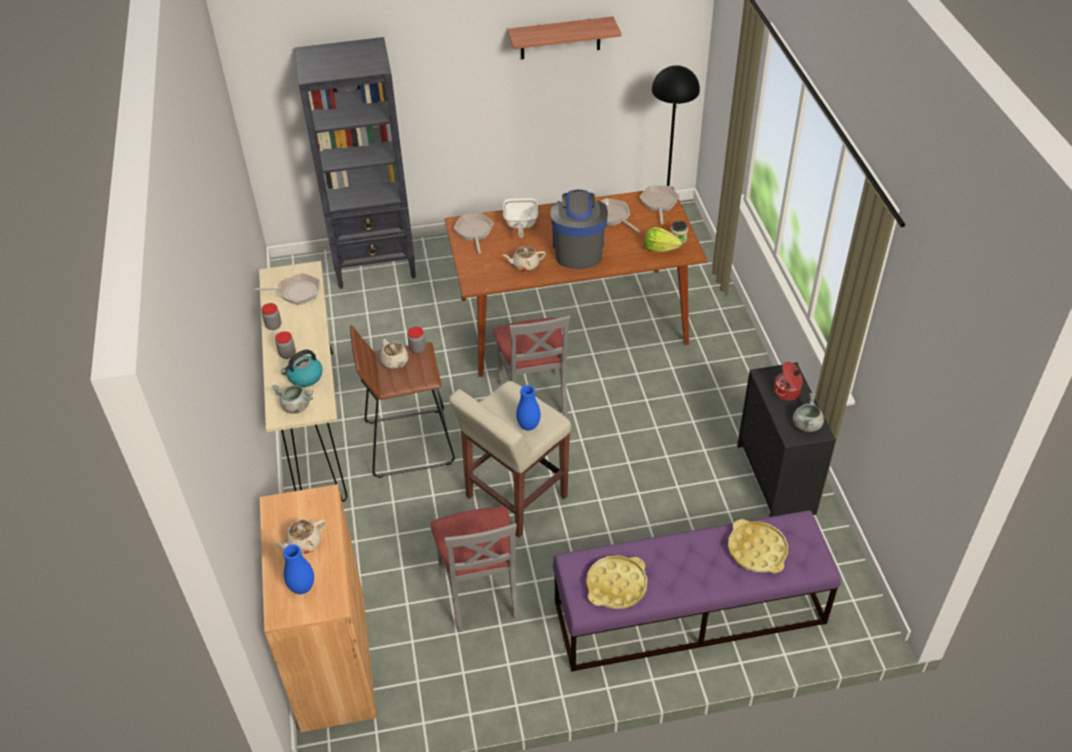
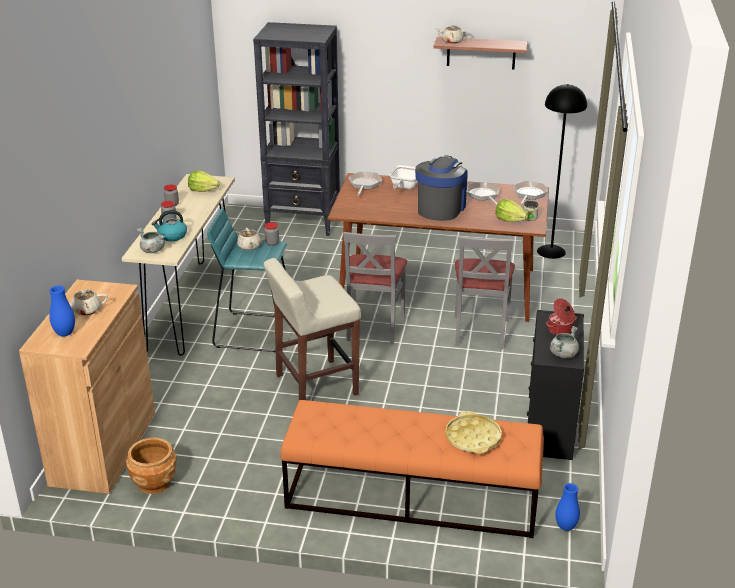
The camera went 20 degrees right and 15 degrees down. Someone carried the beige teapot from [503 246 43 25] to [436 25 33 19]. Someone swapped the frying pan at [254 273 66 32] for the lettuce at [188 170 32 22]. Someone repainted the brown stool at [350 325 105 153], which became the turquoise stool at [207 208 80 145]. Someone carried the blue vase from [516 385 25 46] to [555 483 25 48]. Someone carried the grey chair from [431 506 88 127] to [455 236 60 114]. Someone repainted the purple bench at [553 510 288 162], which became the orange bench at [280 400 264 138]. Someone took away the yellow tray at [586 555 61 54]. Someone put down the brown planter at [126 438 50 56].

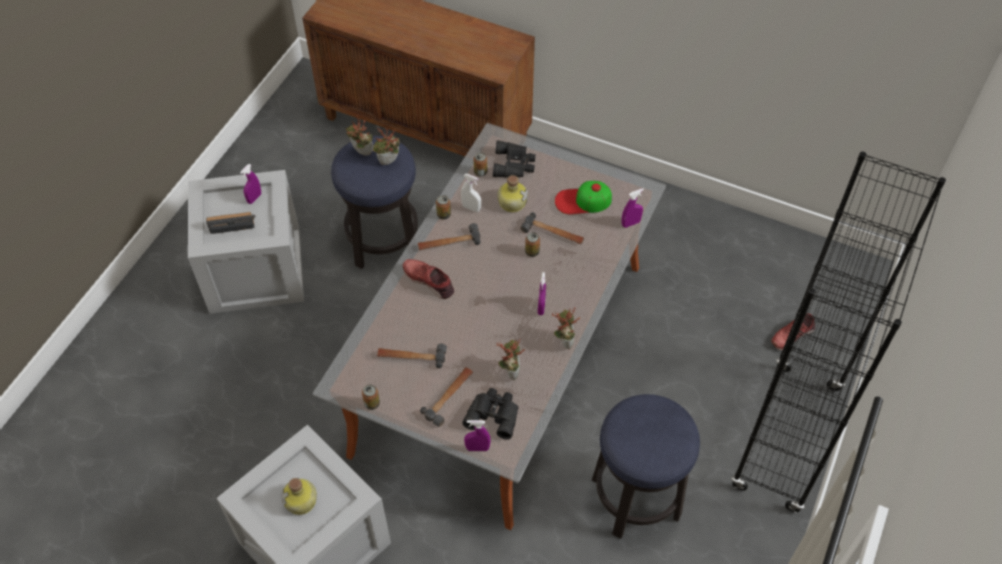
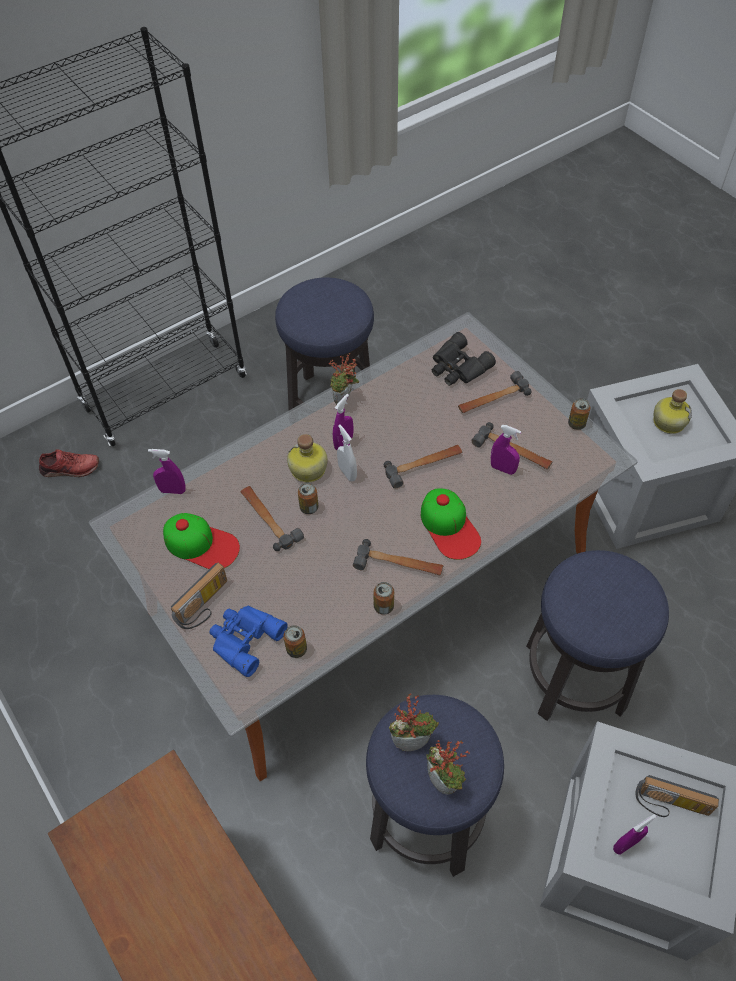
The camera went 150 degrees left and 0 degrees up. Someone repainted the black binoculars at [493 140 43 38], which became the blue binoculars at [209 606 79 71]. Someone carried the white spray bottle from [461 174 20 38] to [337 424 20 57]. Someone carried the bottle from [497 175 31 37] to [287 434 41 48]. Someone swapped the red shoe at [403 259 51 40] for the cap at [421 488 60 72]. Someone took away the potted plant at [496 339 29 41]. Someone carried the purple spray bottle from [464 420 26 31] to [491 425 30 50]. Someone put down the hammer at [384 445 78 43]. Someone put down the stool at [526 550 143 171]. Someone put down the radio at [171 563 56 66].

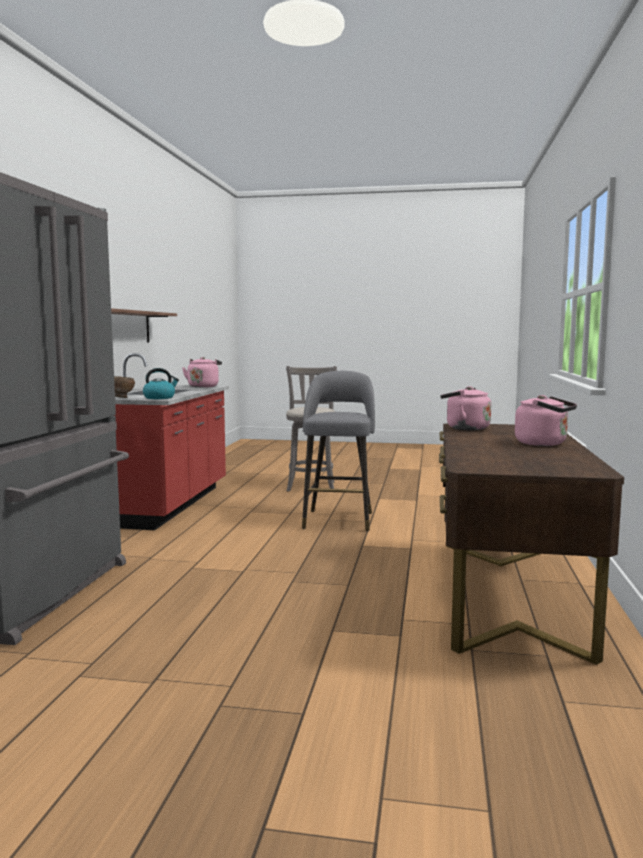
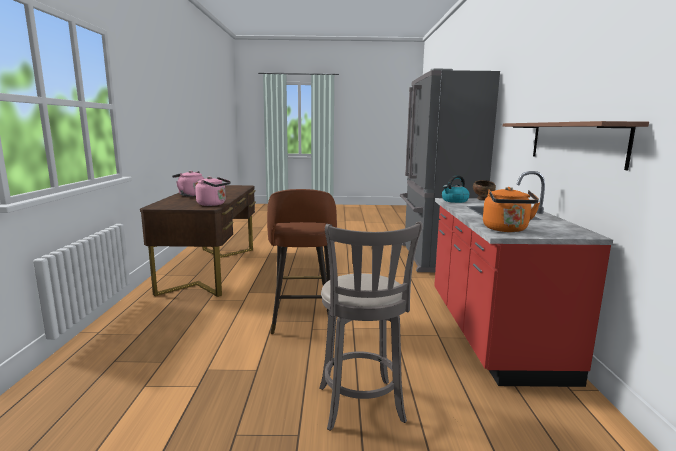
The camera went 170 degrees right and 5 degrees up. Someone repainted the pink kettle at [182 357 40 31], which became the orange kettle at [483 187 57 45]. Someone repainted the grey stool at [302 371 73 160], which became the brown stool at [267 189 70 145].

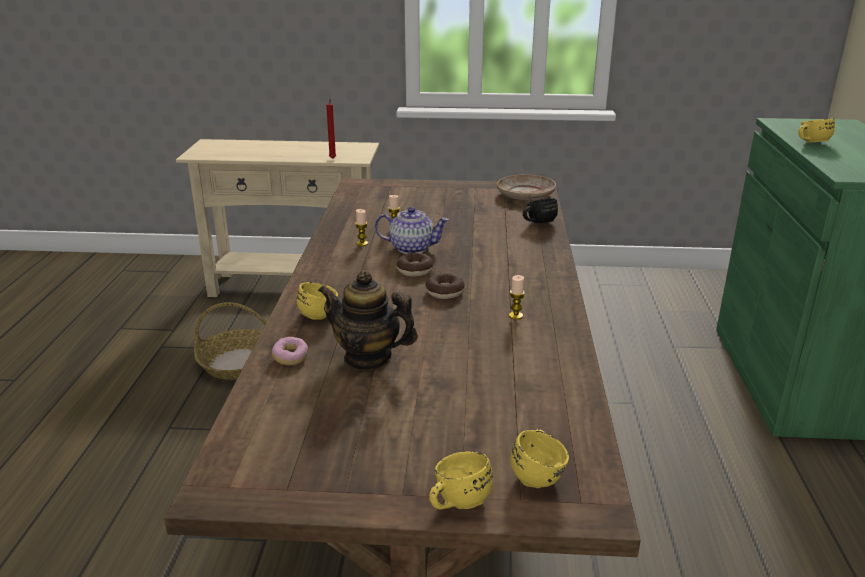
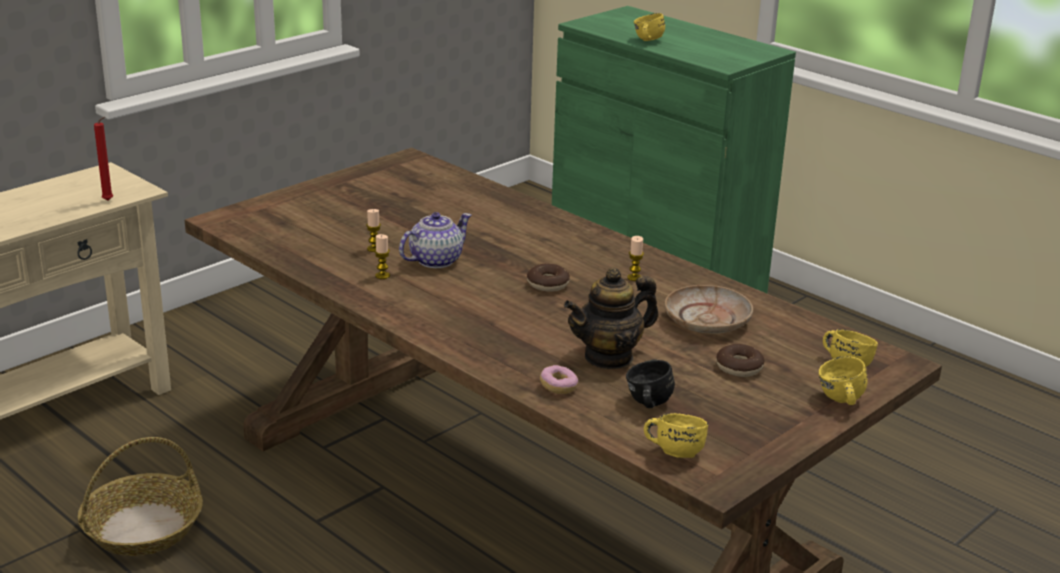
The camera went 50 degrees left and 0 degrees up. Someone carried the beige plate from [497 175 59 25] to [665 285 88 49]. Someone carried the black mug from [523 198 35 25] to [626 360 49 48]. Someone carried the donut from [396 253 37 24] to [716 344 49 33]. Someone carried the yellow mug from [297 282 41 38] to [644 413 64 45].

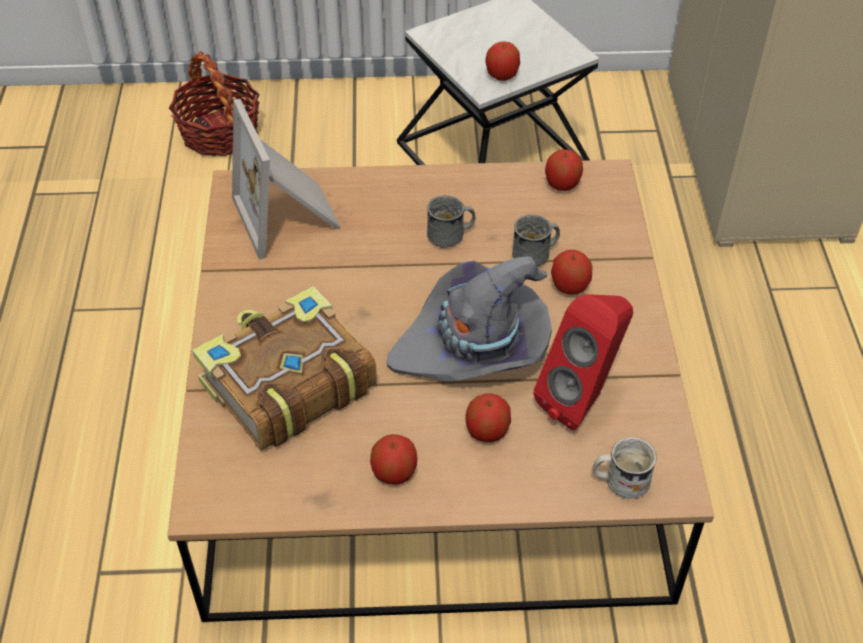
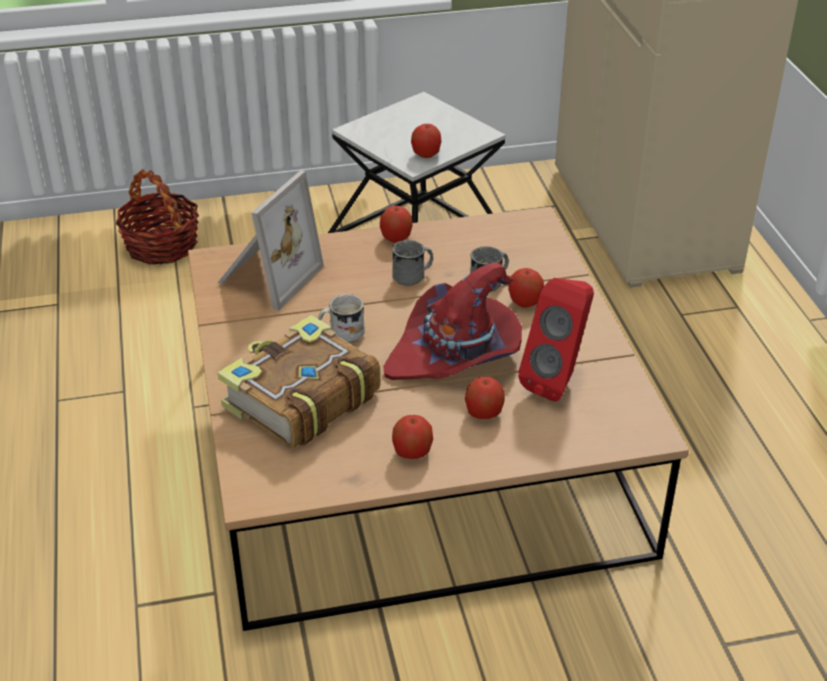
The camera went 10 degrees left and 10 degrees down. Someone rotated the picture frame at [232 99 109 161] by 120 degrees counterclockwise. Someone carried the apple from [545 149 38 42] to [380 206 33 37]. Someone repainted the grey hat at [386 256 166 126], which became the red hat at [383 262 139 118]. Someone carried the white mug from [592 437 64 62] to [318 294 47 49].

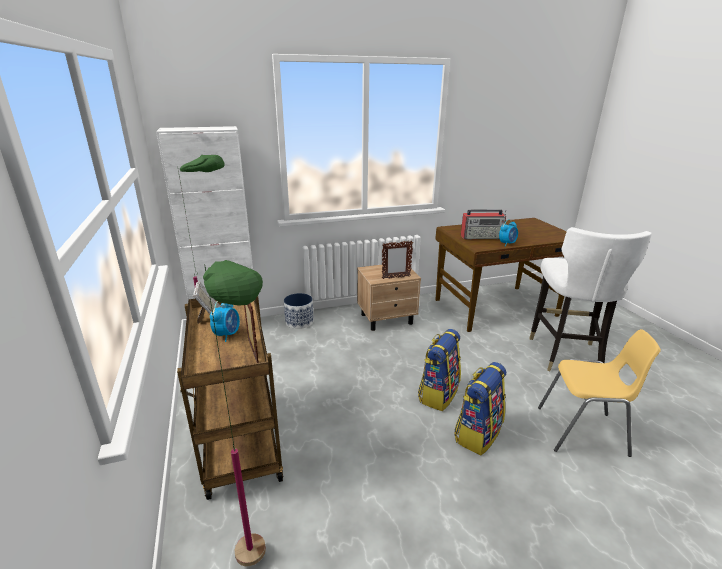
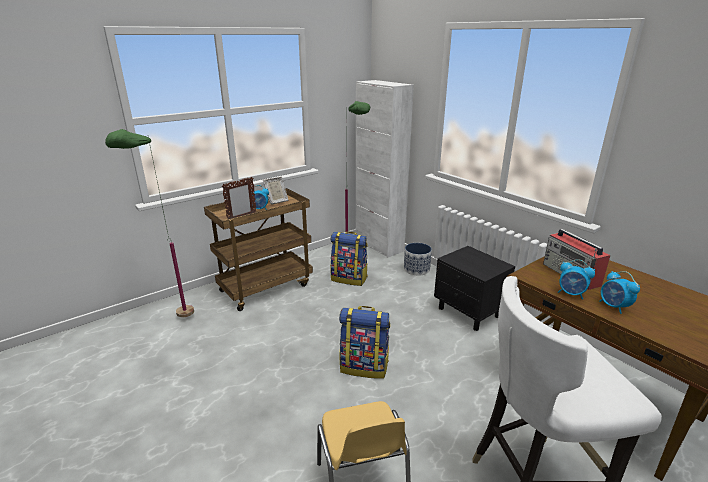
The camera went 70 degrees right and 0 degrees up. Someone took away the picture frame at [382 241 31 38]. Someone repainted the beige nightstand at [357 265 64 66], which became the black nightstand at [434 246 81 85]. Someone carried the backpack from [454 362 52 93] to [330 231 38 55]. Someone put down the alarm clock at [600 271 40 43].

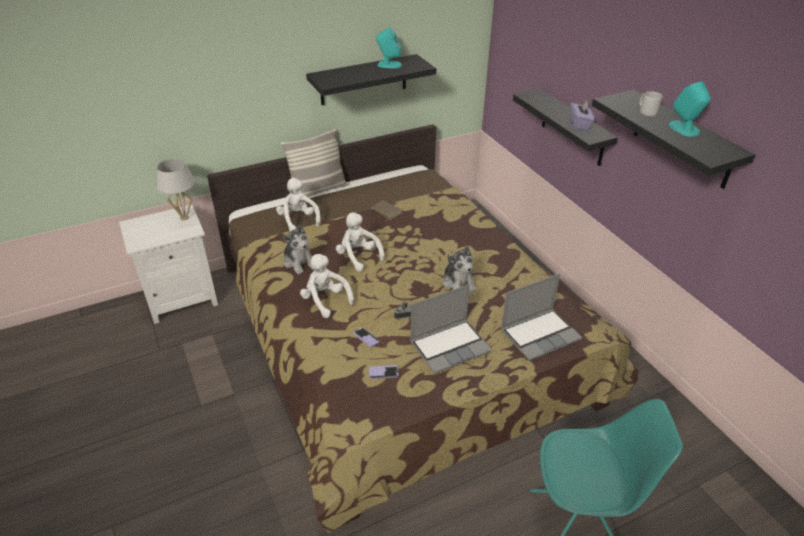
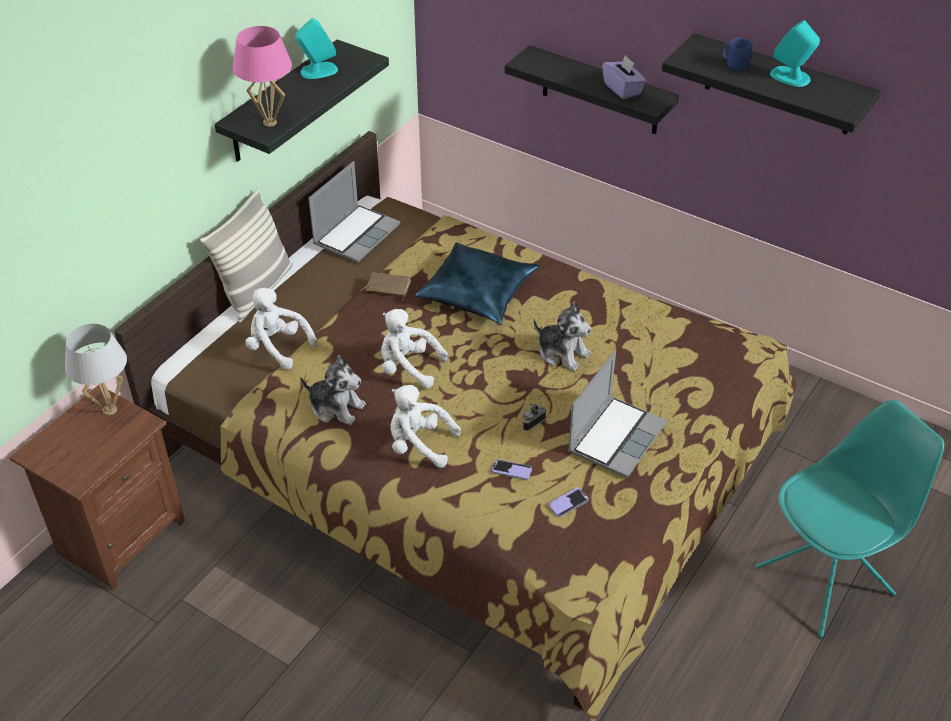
The camera went 30 degrees left and 5 degrees up. Someone repainted the grey mug at [640 91 23 25], which became the blue mug at [723 38 30 32]. Someone repainted the white nightstand at [119 205 99 119], which became the brown nightstand at [9 385 176 206]. Someone carried the laptop from [501 274 81 87] to [308 161 92 101]. Someone put down the pink table lamp at [232 26 60 101]. Someone put down the blue pillow at [415 243 125 81].

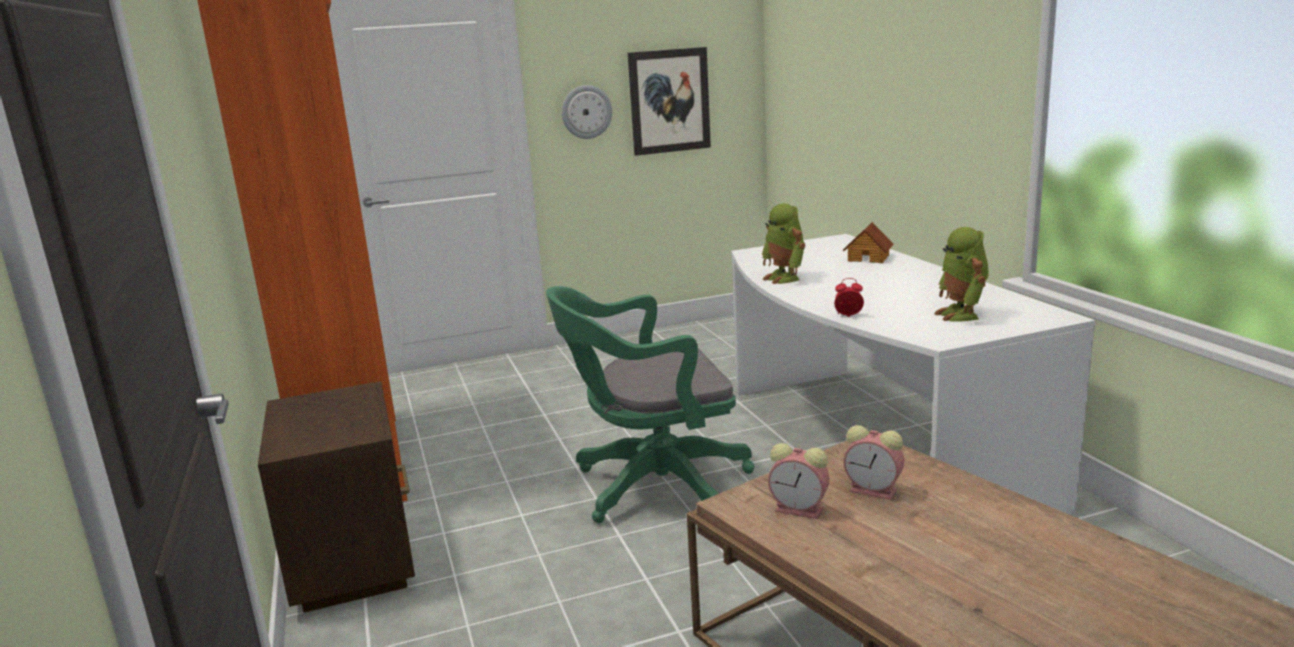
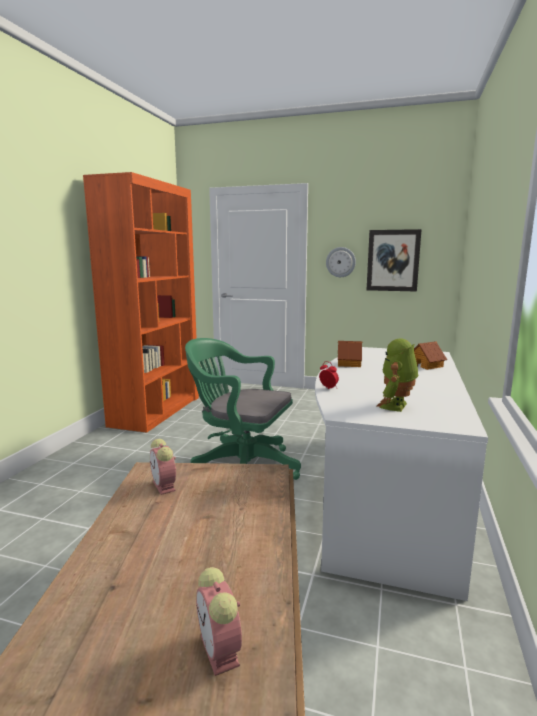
The camera went 35 degrees right and 5 degrees down. Someone swapped the toy robot at [761 203 44 81] for the toy house at [338 341 24 26]. Someone took away the brown nightstand at [258 381 157 232]. Someone carried the alarm clock from [843 425 61 75] to [196 567 46 109].

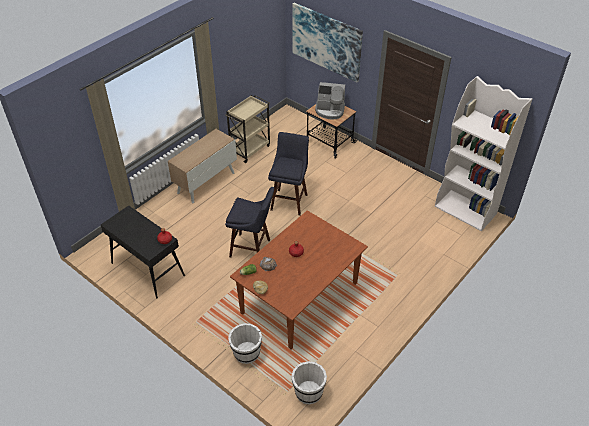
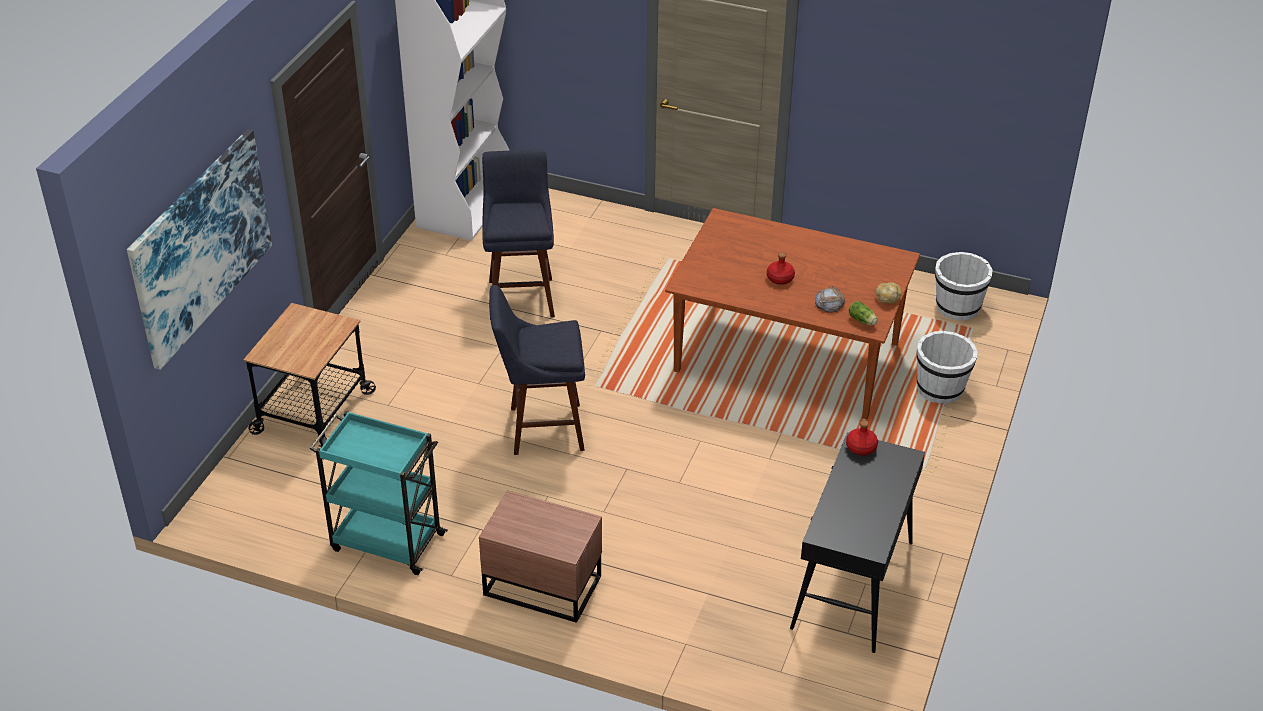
The camera went 110 degrees left and 5 degrees down. Someone took away the coffee machine at [315 82 30 37]. Someone repainted the beige cart at [225 95 45 68], which became the turquoise cart at [310 411 138 164]. Someone swapped the cabinet at [168 129 69 75] for the brown nightstand at [479 490 123 133]. Someone carried the blue stool from [225 187 49 70] to [482 150 73 168].

